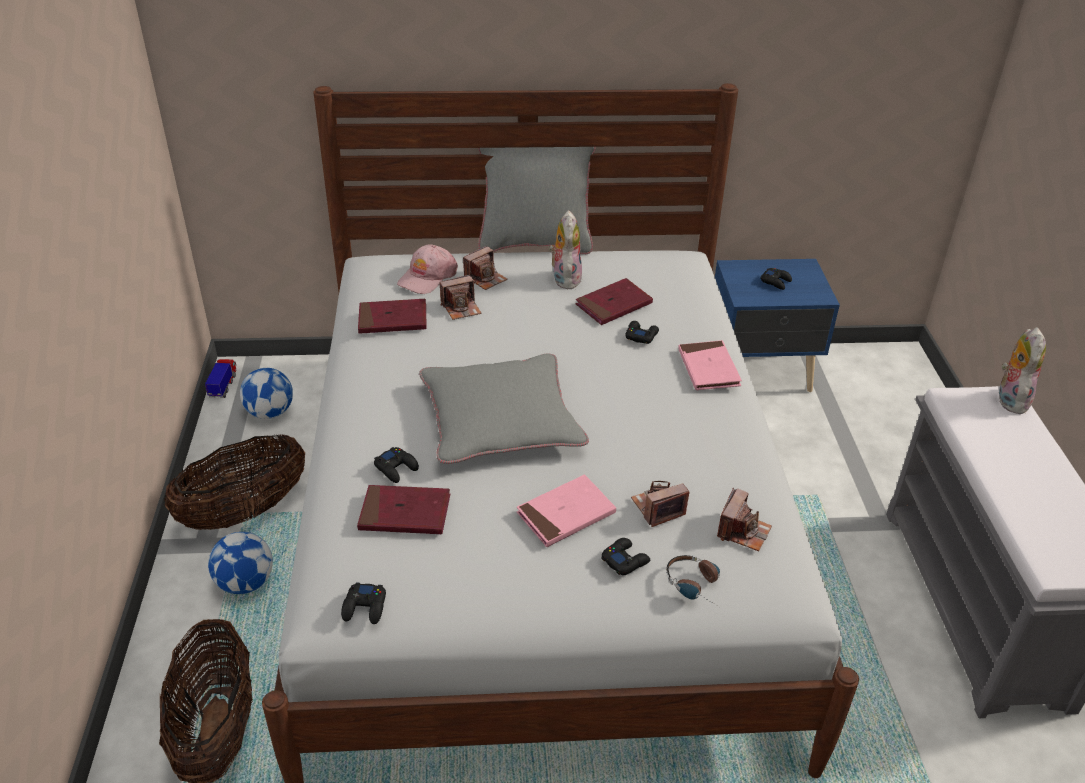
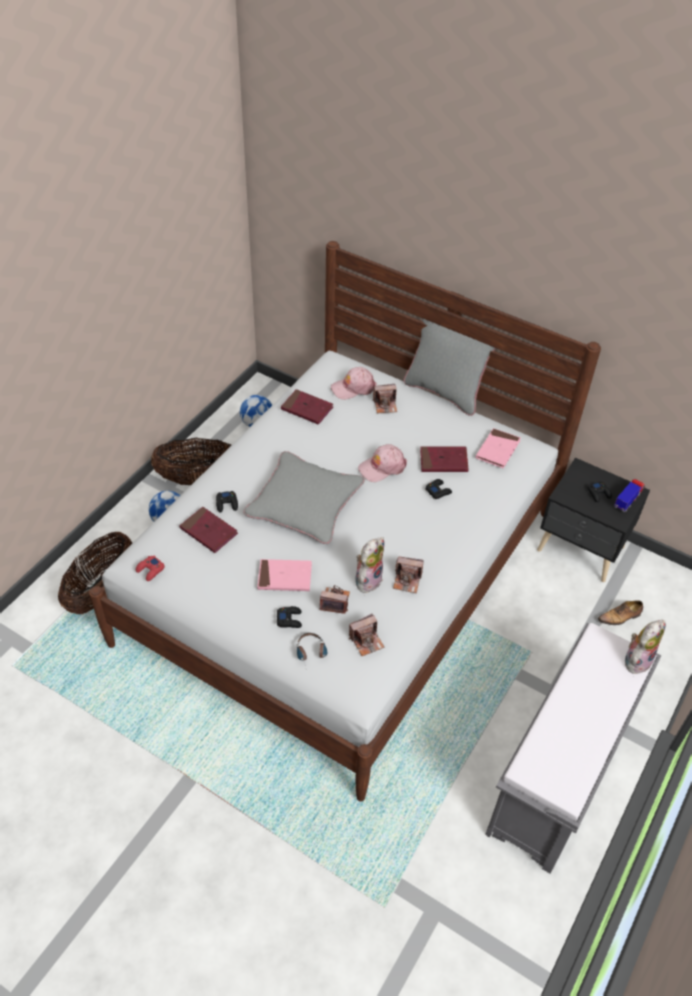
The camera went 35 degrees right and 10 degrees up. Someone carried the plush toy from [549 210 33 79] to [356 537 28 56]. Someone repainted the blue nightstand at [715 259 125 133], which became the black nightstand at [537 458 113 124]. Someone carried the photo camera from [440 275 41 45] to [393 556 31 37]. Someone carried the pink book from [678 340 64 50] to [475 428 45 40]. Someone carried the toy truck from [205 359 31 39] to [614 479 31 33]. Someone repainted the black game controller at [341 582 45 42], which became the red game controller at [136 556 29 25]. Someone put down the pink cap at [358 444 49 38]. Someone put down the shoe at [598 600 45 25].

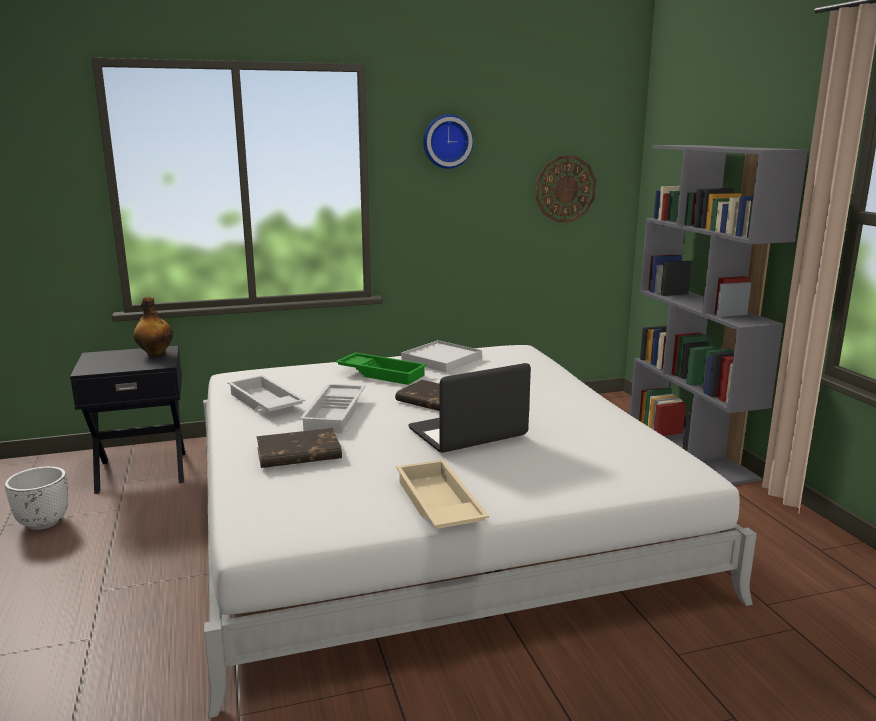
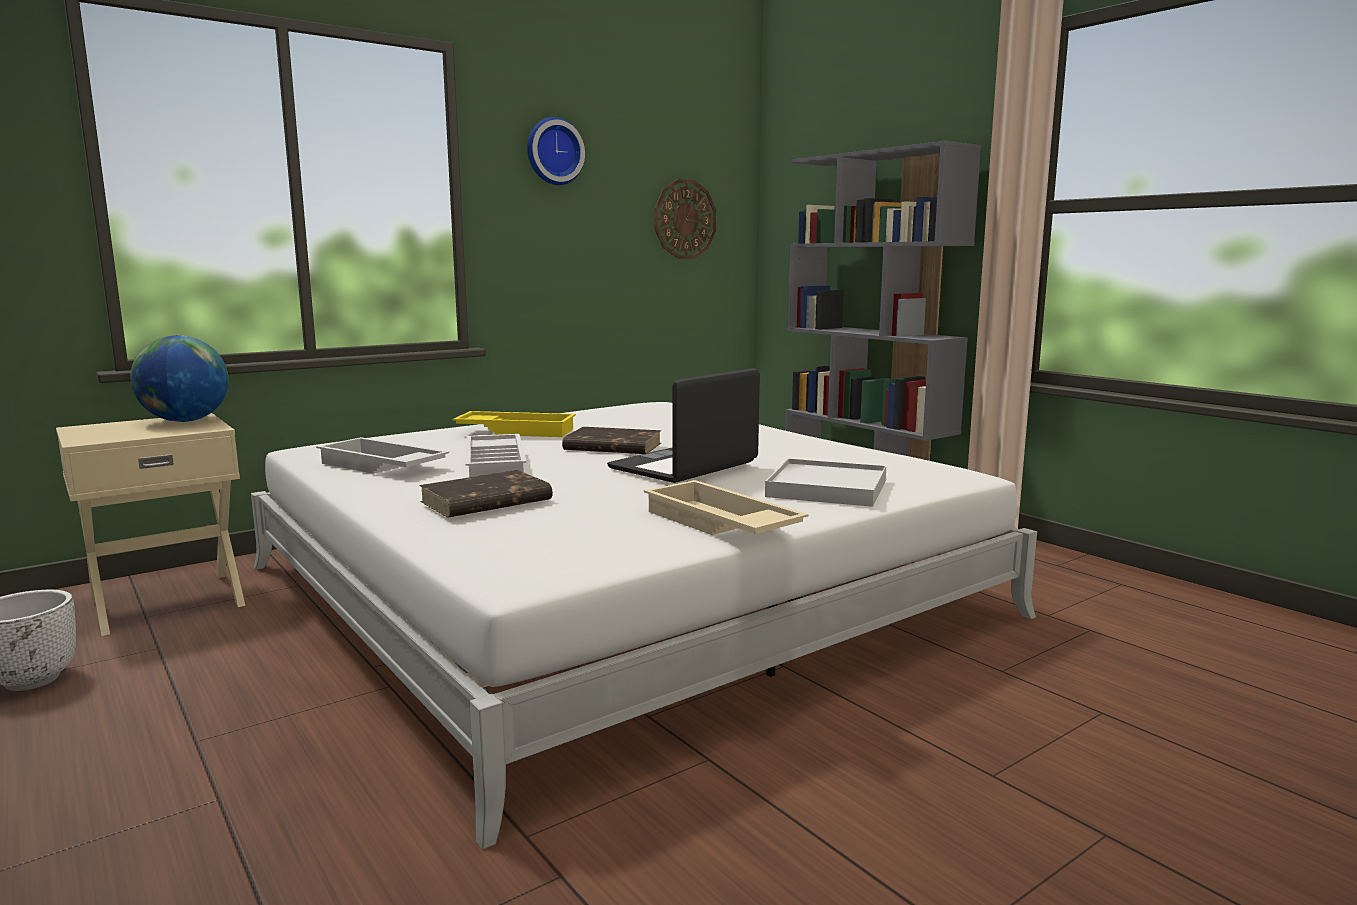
The camera went 20 degrees left and 5 degrees down. Someone swapped the bottle at [134 297 39 60] for the globe at [130 335 99 87]. Someone carried the white tray from [401 340 81 32] to [765 459 121 48]. Someone repainted the black nightstand at [70 345 115 149], which became the beige nightstand at [56 413 189 223]. Someone repainted the green tray at [335 352 92 33], which became the yellow tray at [453 411 123 26].

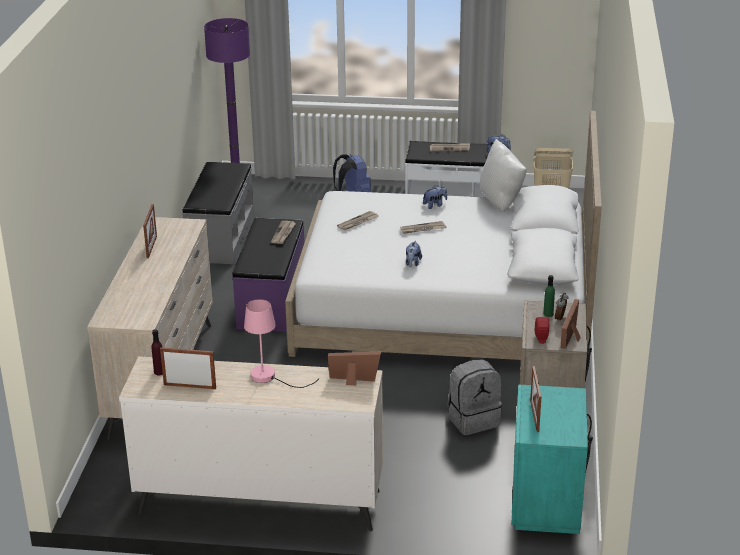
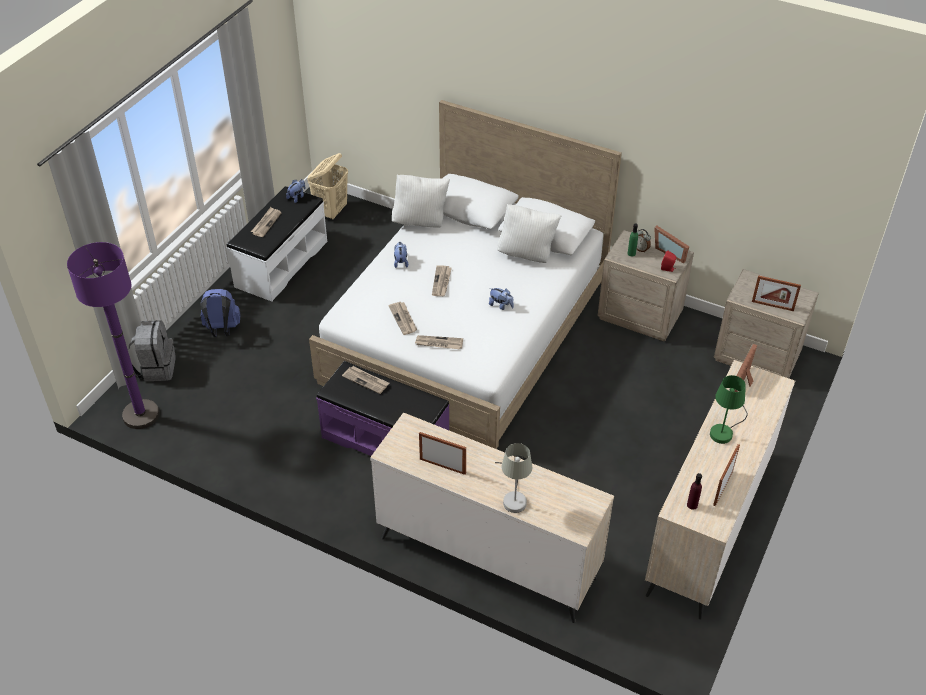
The camera went 70 degrees left and 15 degrees up. Someone took away the grey bench at [182 162 72 102]. Someone repainted the pink table lamp at [244 299 75 89], which became the green table lamp at [710 375 38 69]. Someone carried the grey backpack from [448 359 54 76] to [129 320 47 61]. Someone repainted the turquoise nightstand at [511 384 82 150], which became the beige nightstand at [714 269 105 109]. Someone put down the white pillow at [497 204 64 59]. Someone put down the newspaper at [415 335 48 14]. Someone put down the grey table lamp at [495 443 37 70].

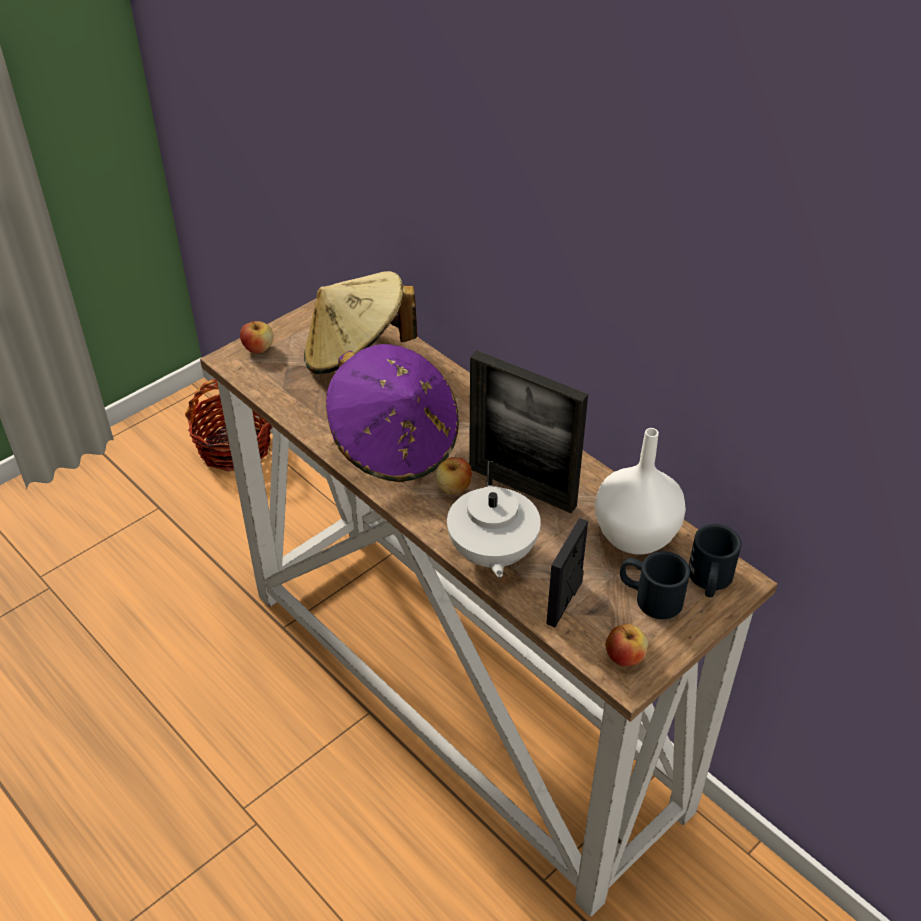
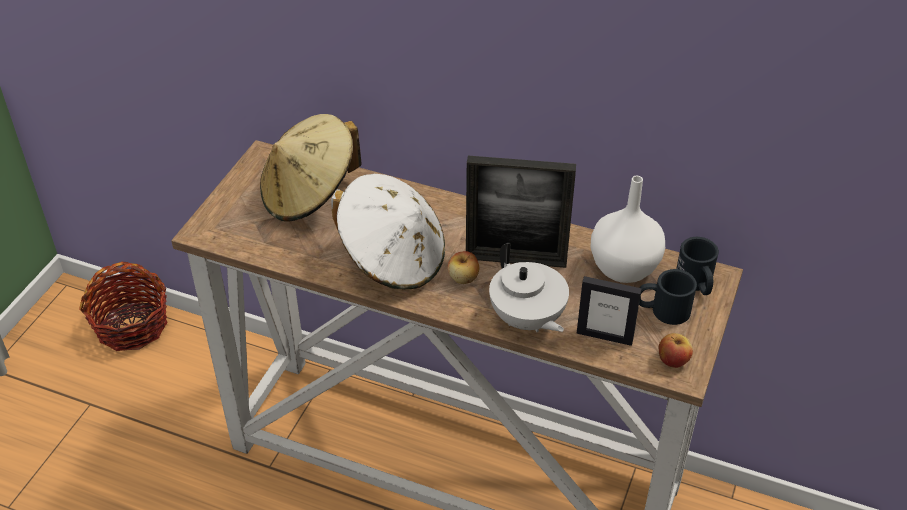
The camera went 25 degrees left and 0 degrees up. Someone took away the apple at [240 320 33 33]. Someone repainted the purple hat at [326 344 133 138], which became the white hat at [331 174 114 116]. Someone rotated the picture frame at [546 518 42 109] by 75 degrees counterclockwise.

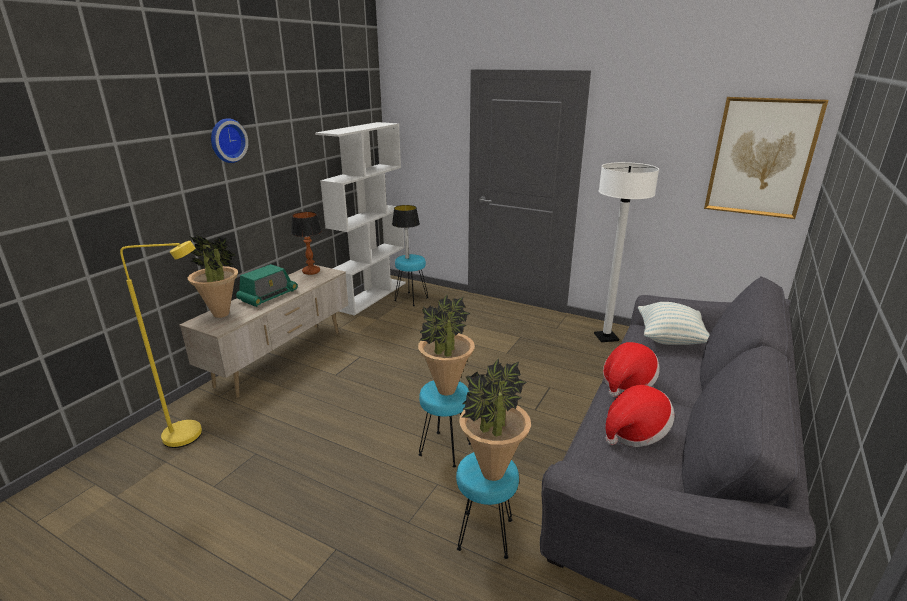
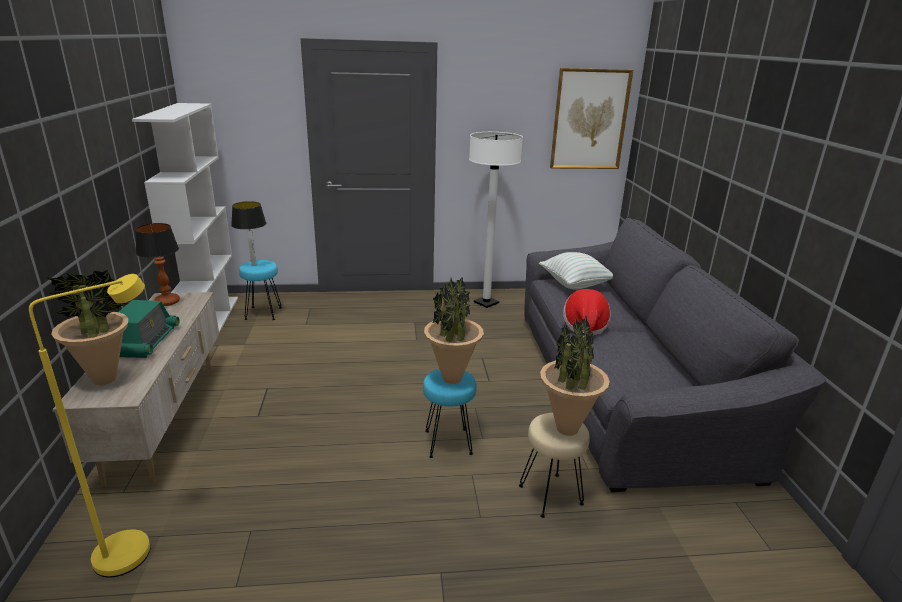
The camera went 35 degrees left and 0 degrees up. Someone took away the wall clock at [211 118 37 45]. Someone took away the hat at [605 385 70 62]. Someone repainted the turquoise stool at [456 452 63 107], which became the beige stool at [519 413 71 105].

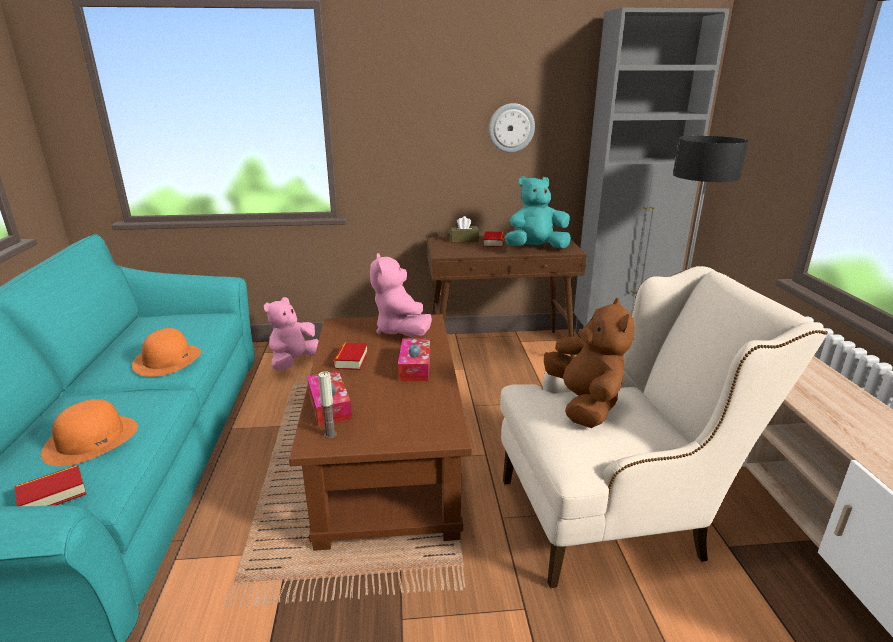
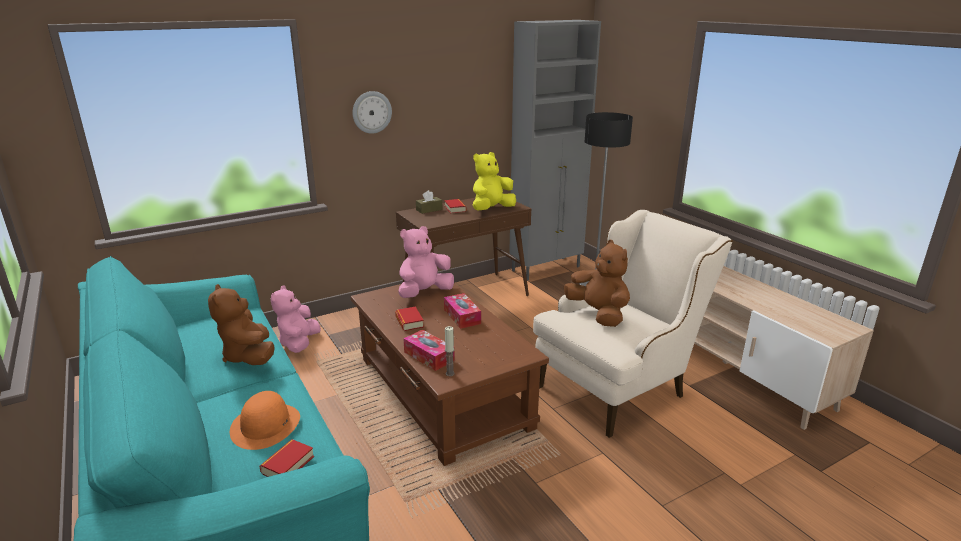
The camera went 25 degrees left and 0 degrees up. Someone carried the wall clock from [489 103 46 50] to [352 91 40 43]. Someone repainted the turquoise plush toy at [505 176 66 72], which became the yellow plush toy at [473 152 43 58]. Someone rotated the pink plush toy at [370 253 62 84] by 90 degrees clockwise. Someone swapped the orange hat at [132 328 69 49] for the brown plush toy at [208 284 67 81].

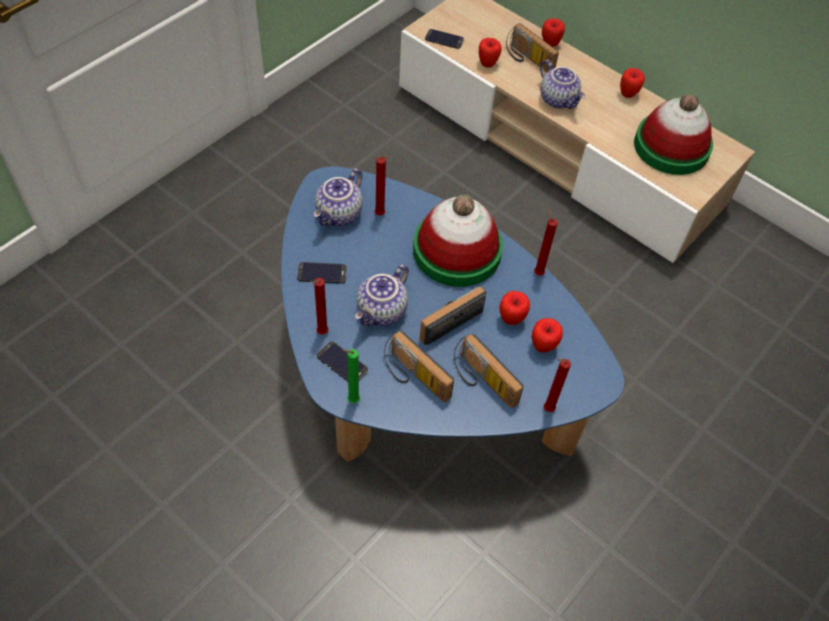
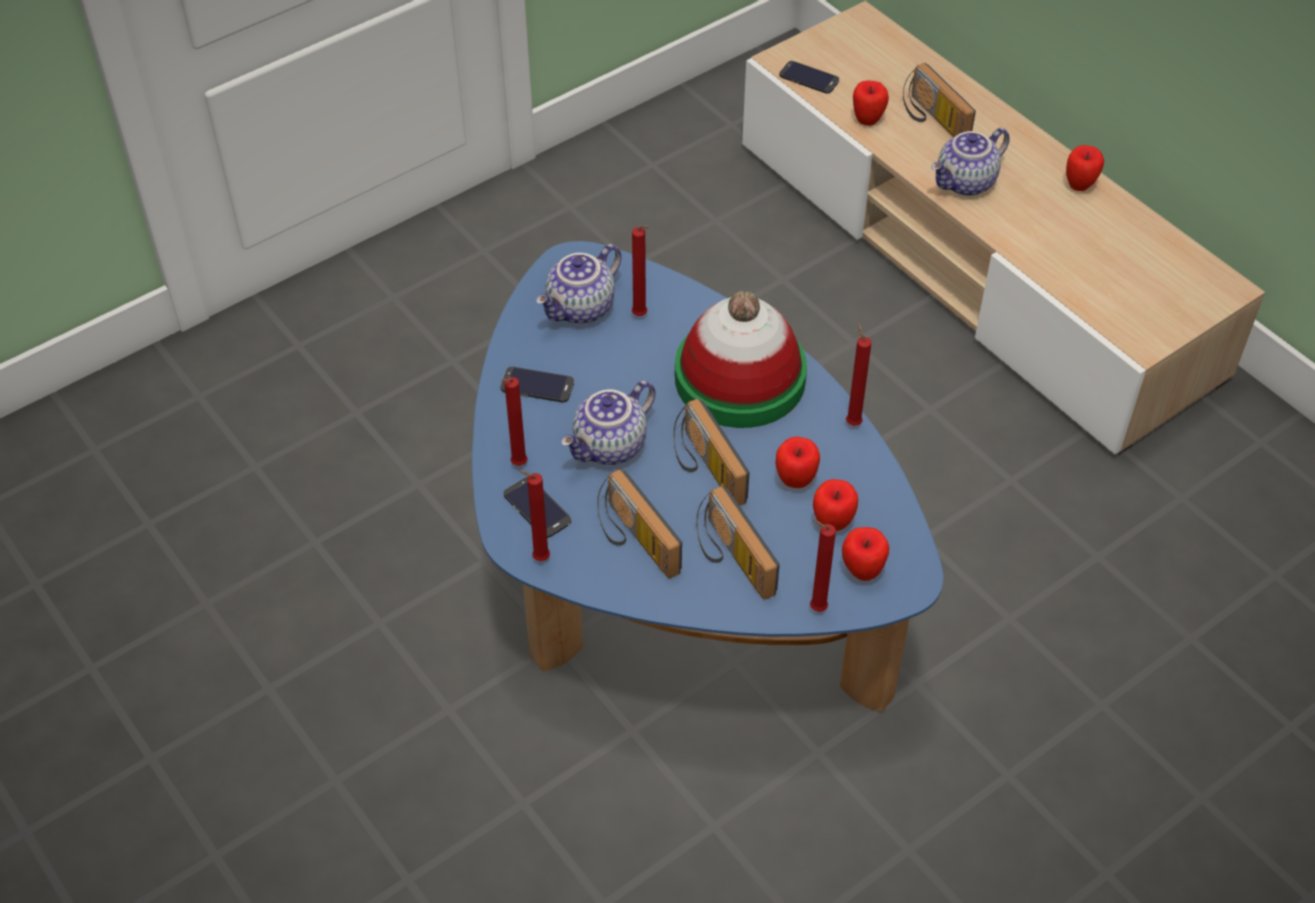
The camera went 15 degrees right and 5 degrees down. Someone carried the apple from [542 19 23 28] to [842 527 47 54]. Someone rotated the teapot at [540 60 45 49] by 75 degrees clockwise. Someone took away the hat at [634 93 79 82]. Someone rotated the radio at [420 286 66 59] by 90 degrees counterclockwise. Someone repainted the green candle at [342 349 18 54], which became the red candle at [518 470 32 91].

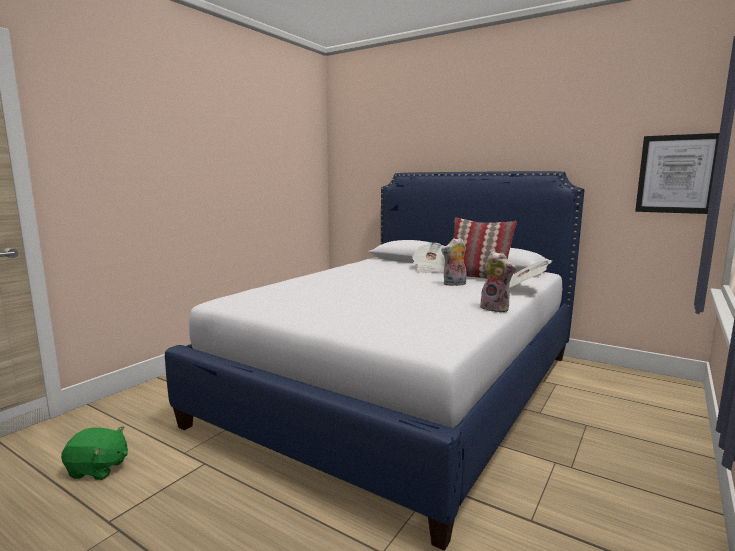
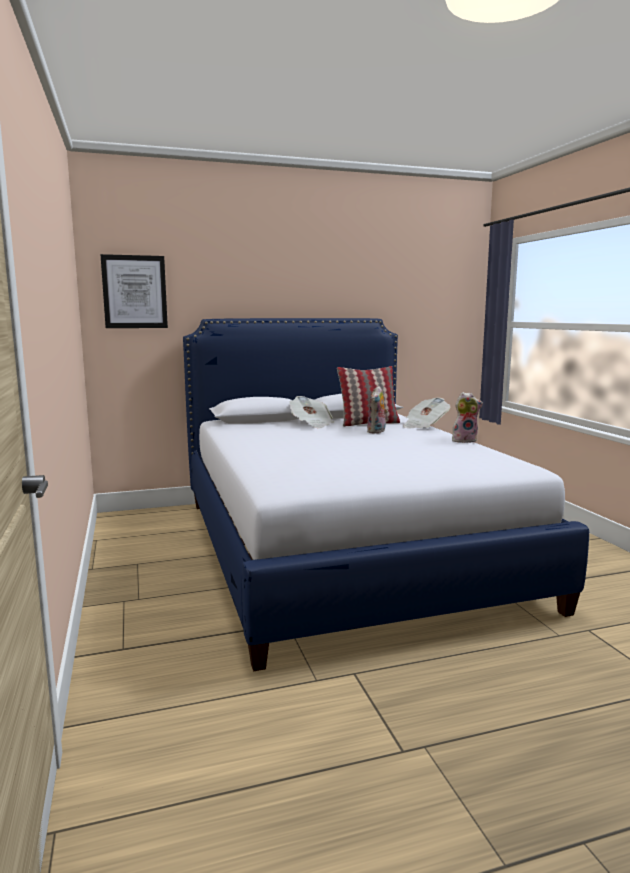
The camera went 50 degrees left and 0 degrees up. Someone carried the picture from [635 133 84 81] to [100 254 68 74]. Someone took away the green plush toy at [61 426 67 54].

